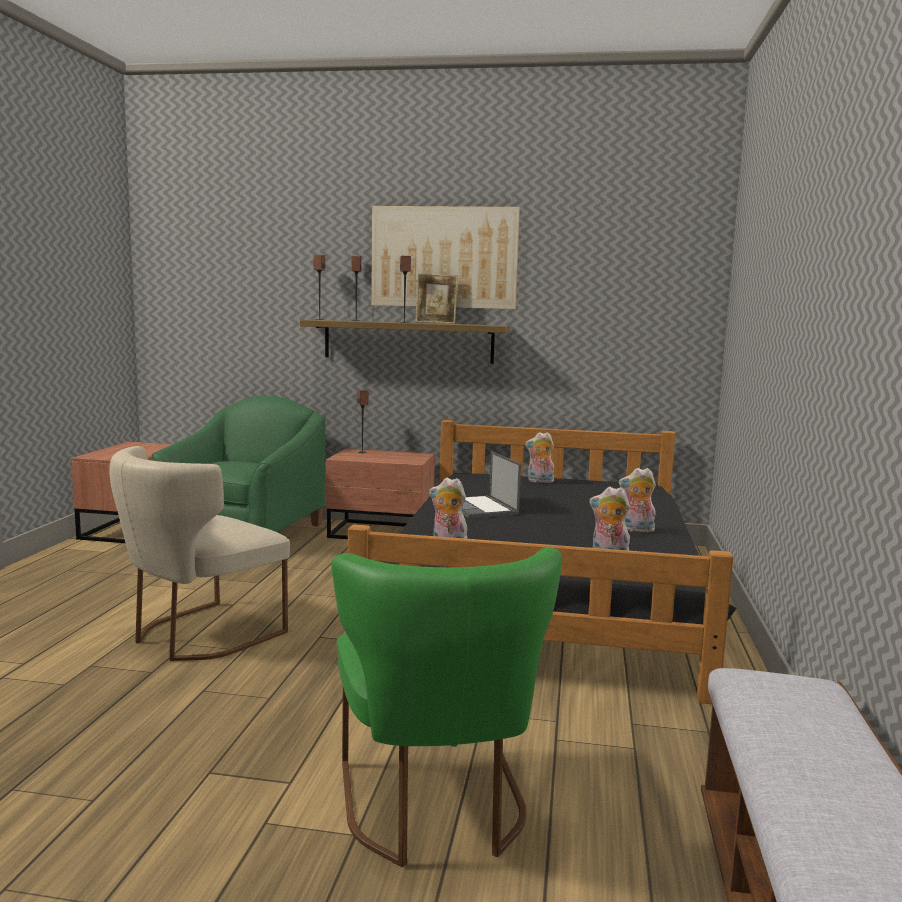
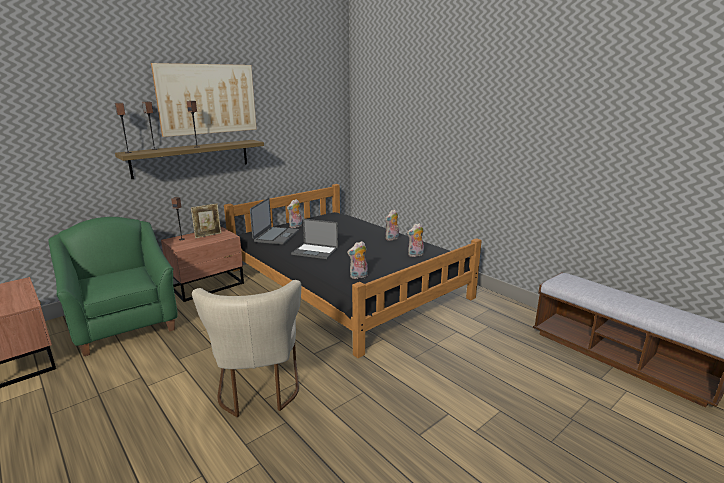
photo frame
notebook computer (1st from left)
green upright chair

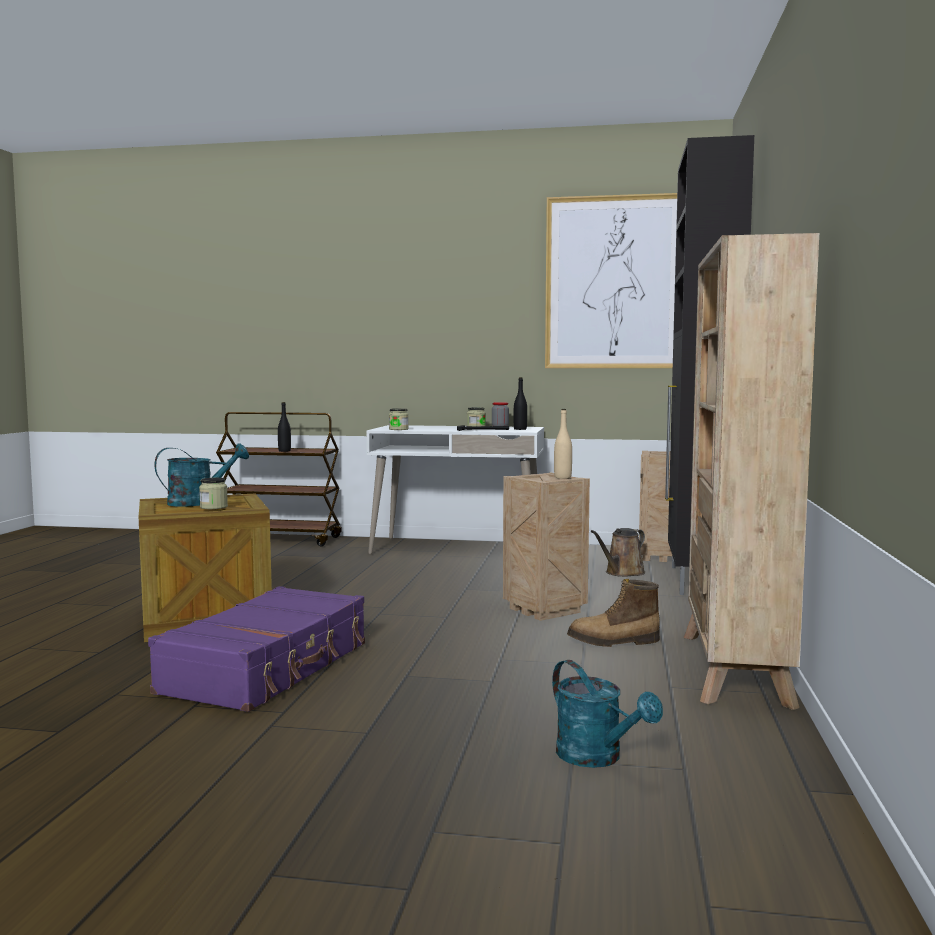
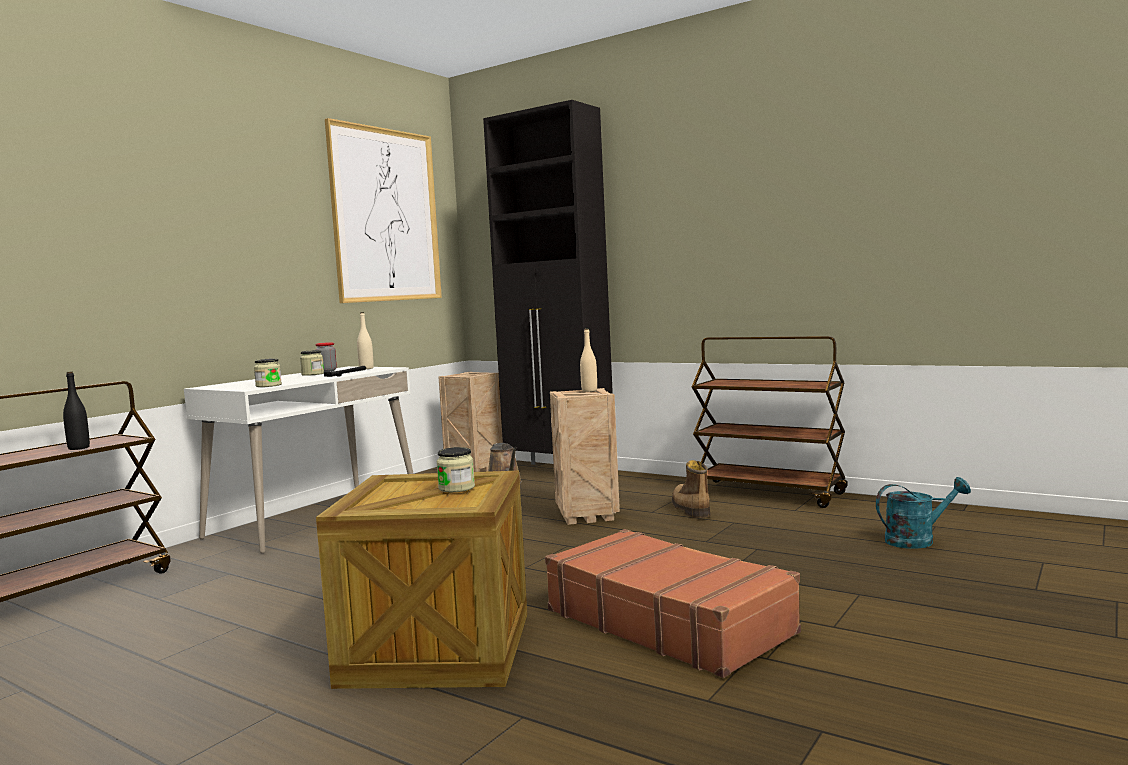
sand-coloured bottle (1st from left)
brown travel case
high-top boot
brown trolley (2nd from left)
blue-green watering can (1st from left in the first image)

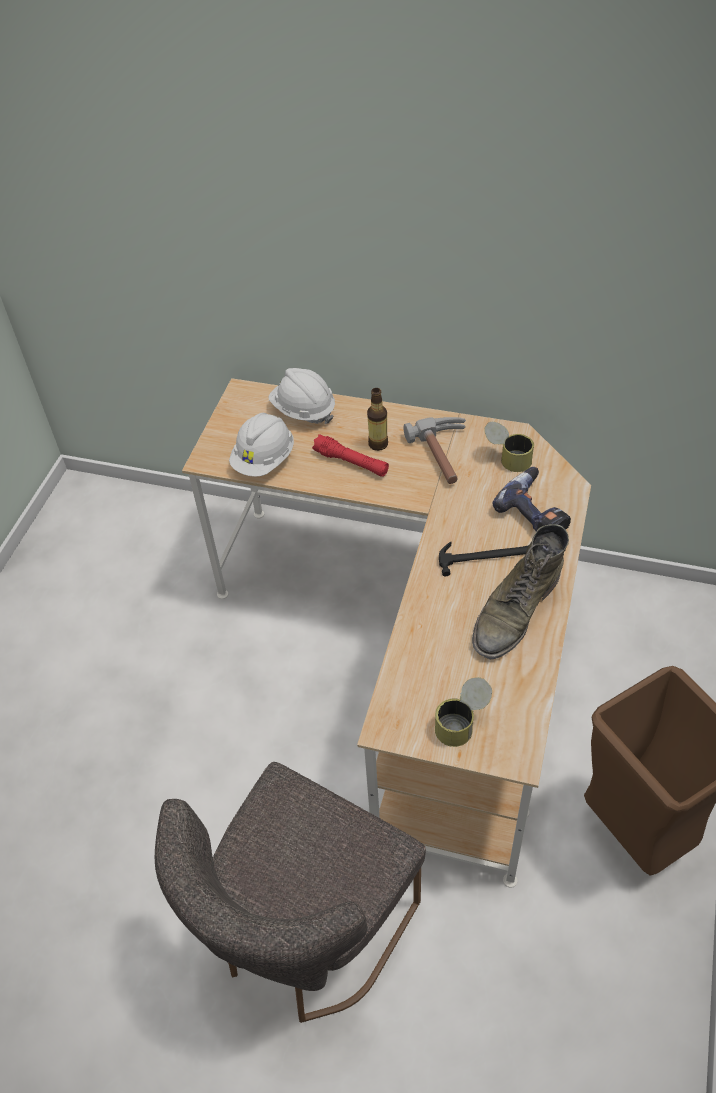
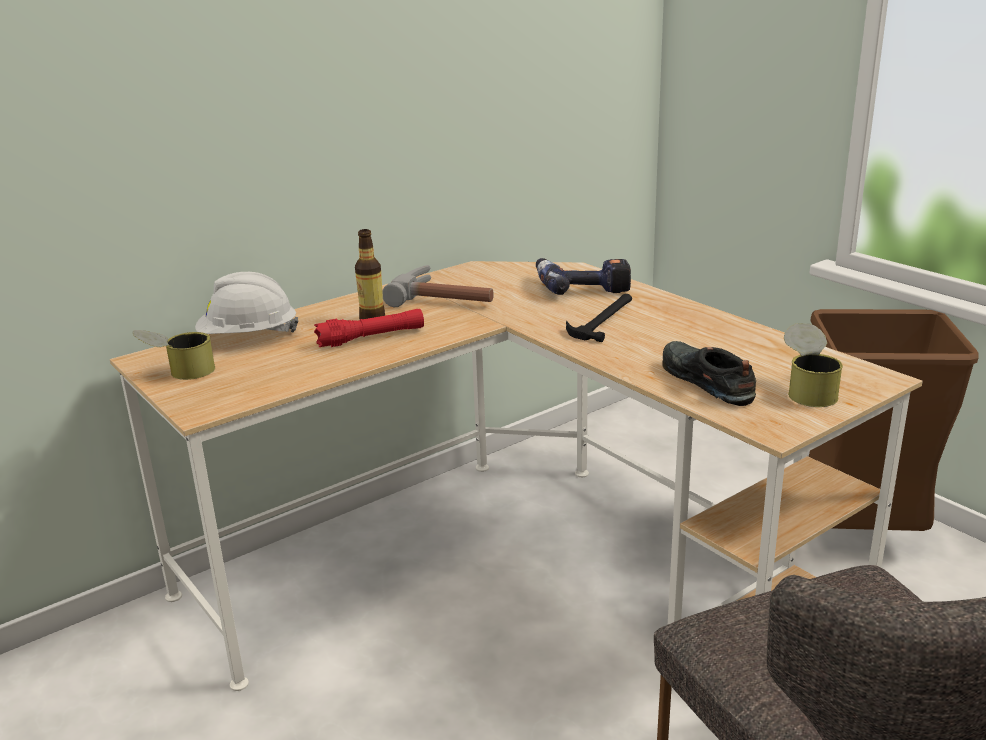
can (1st from left)
blackish low shoe
whitish safety helmet (1st from left in the first image)
green high-top boot

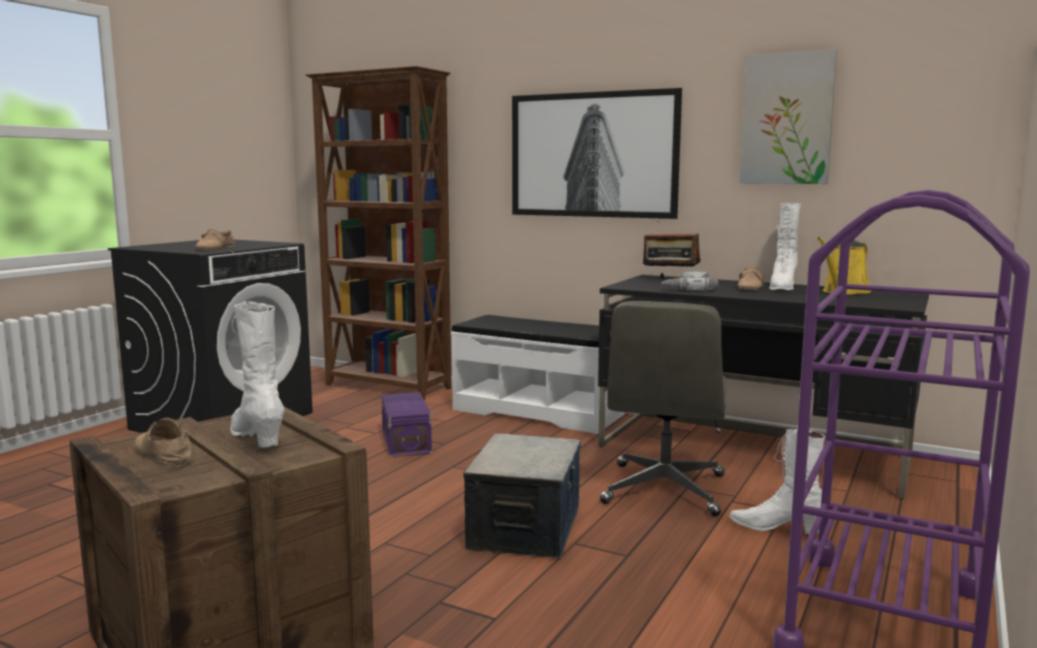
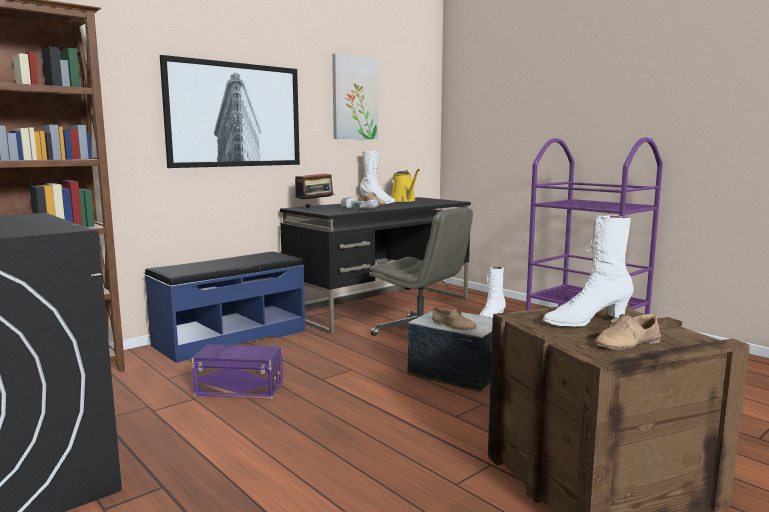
blue bench
sand-coloured low shoe (2nd from left)

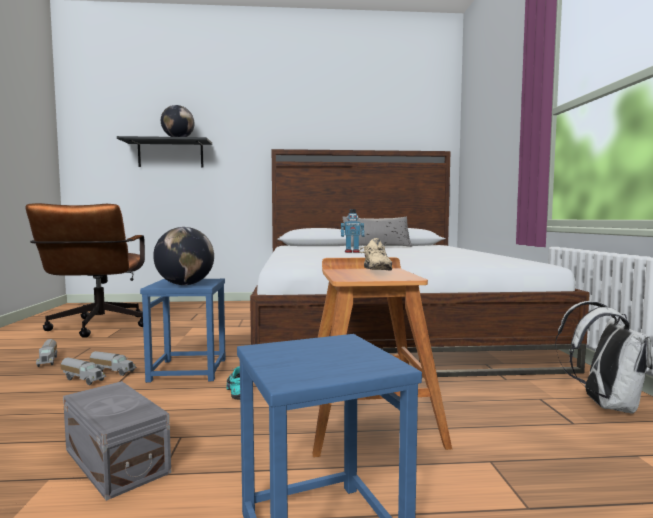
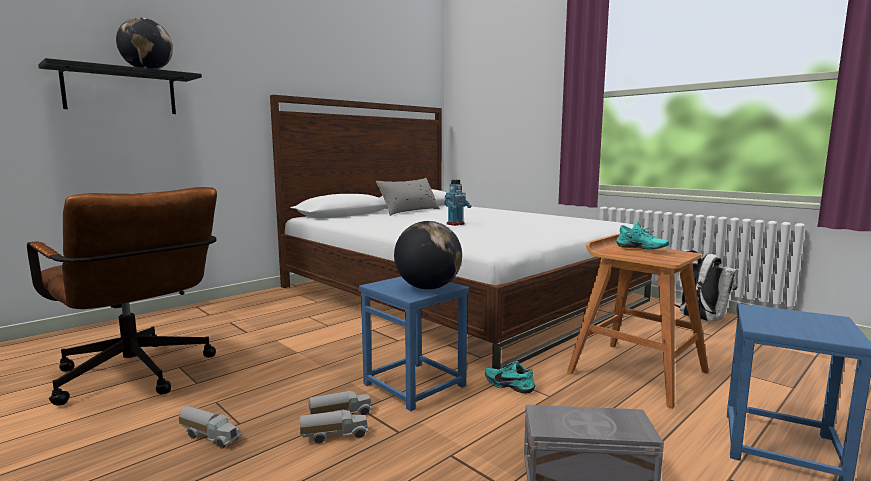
blue-green low shoe (2nd from left)

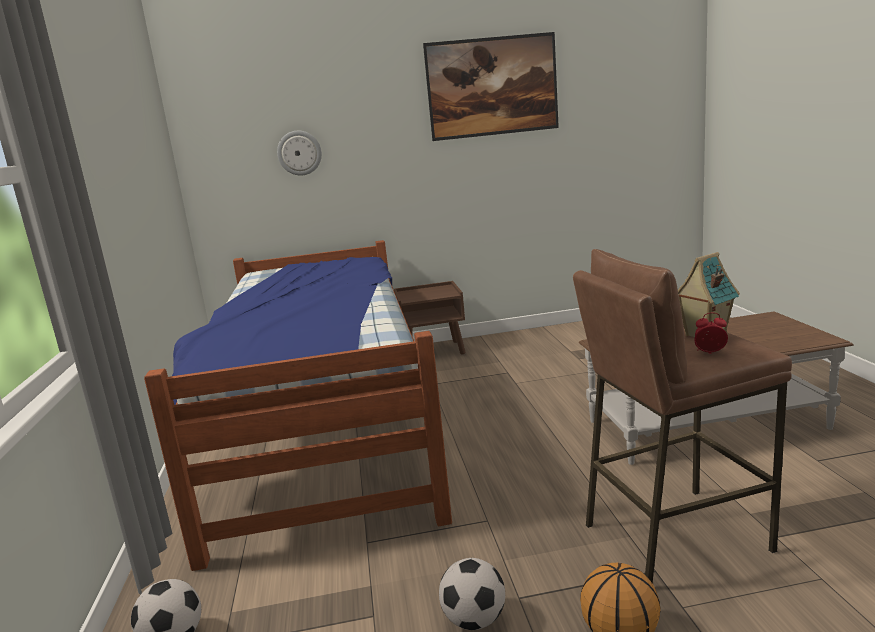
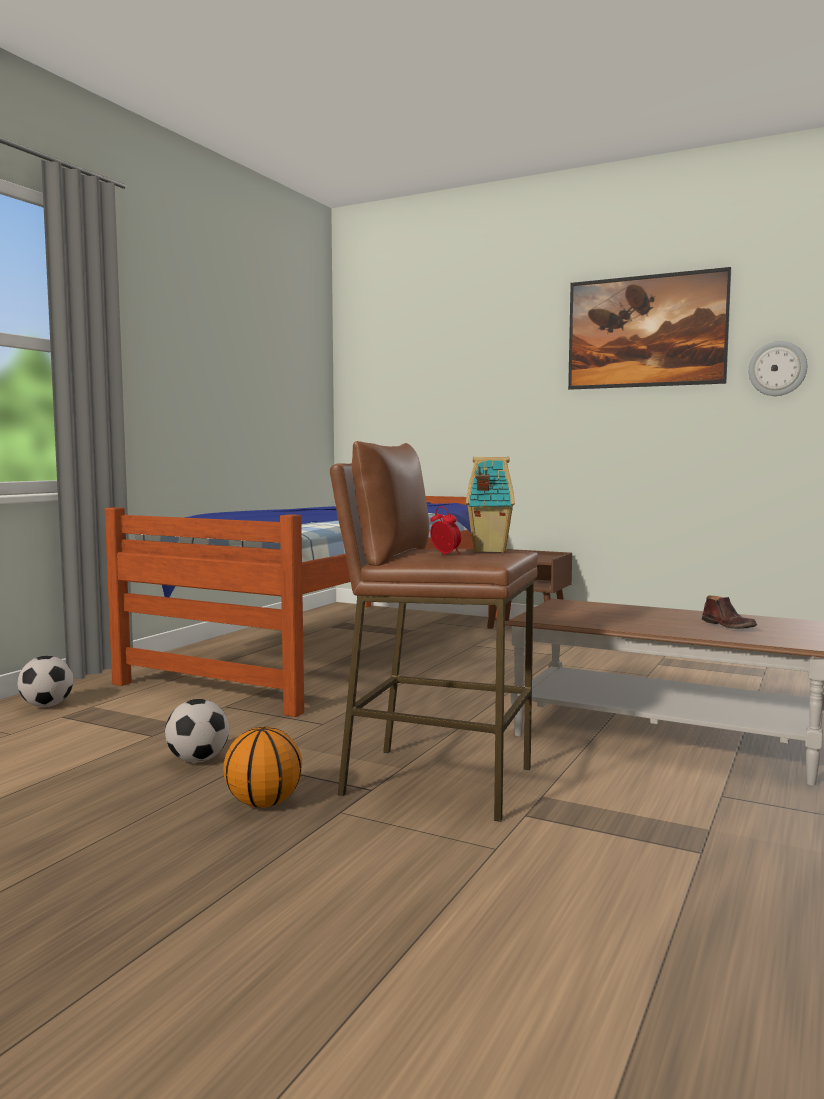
brown low shoe
wall clock

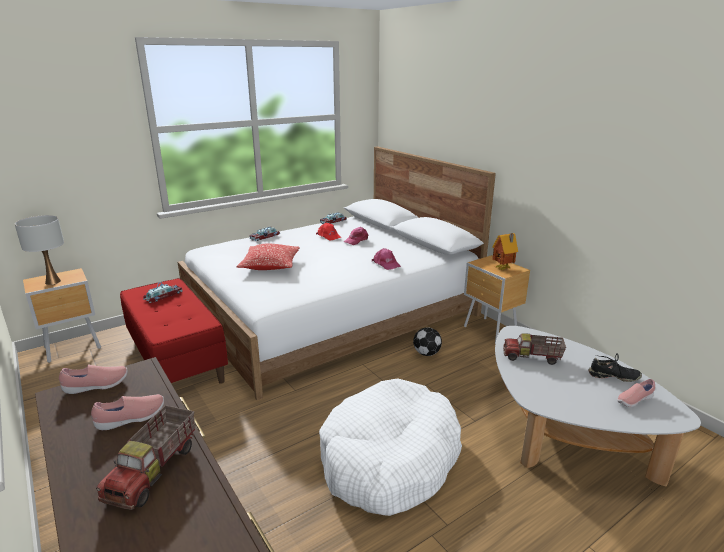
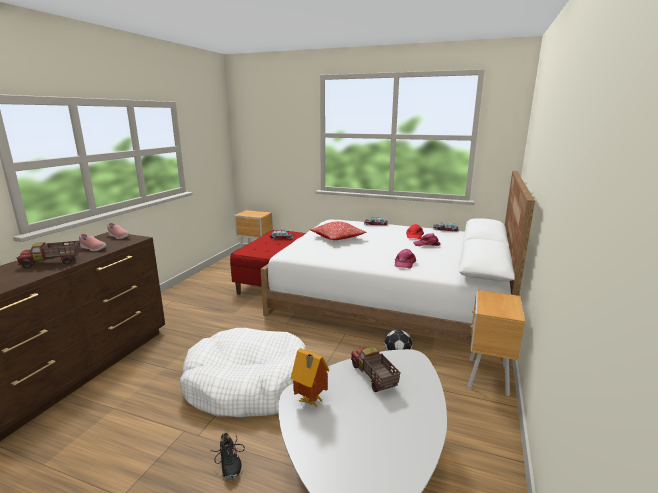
blackish low shoe
model house
whitish table lamp
pink low shoe (3rd from left in the first image)

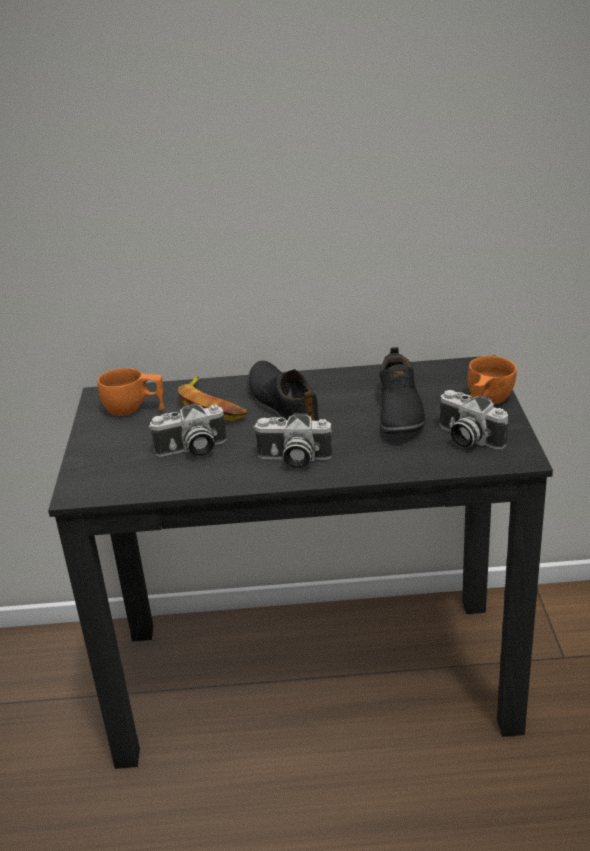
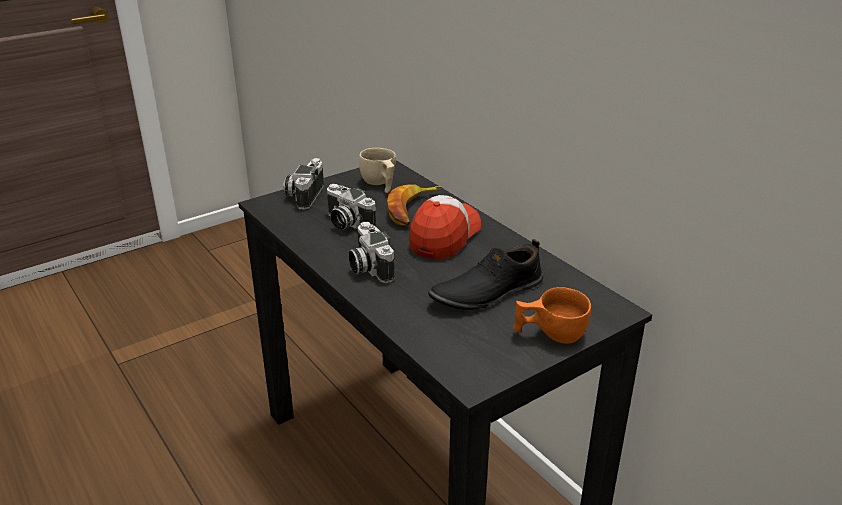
photo camera (1st from left)
sand-coloured drinking cup
cap

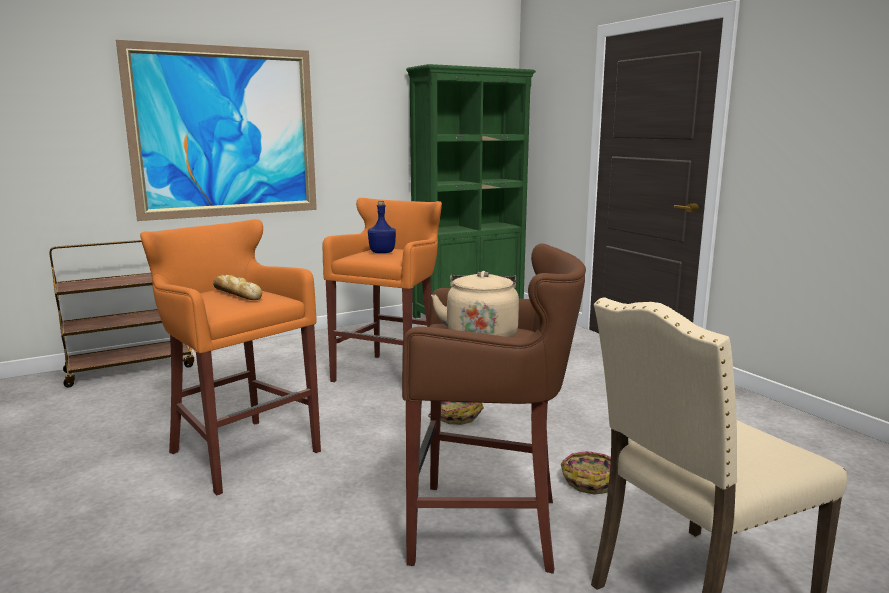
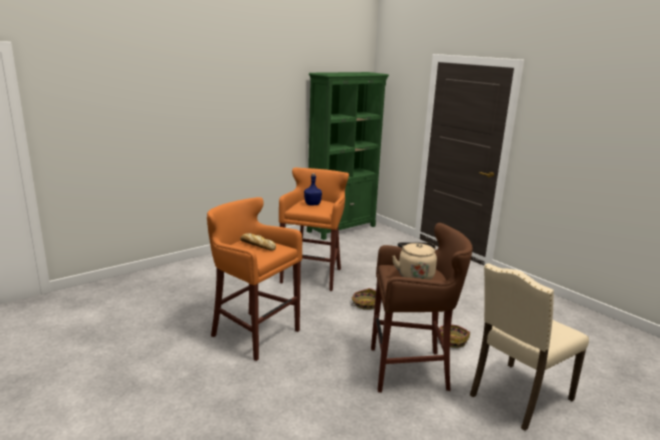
brown trolley
wall picture

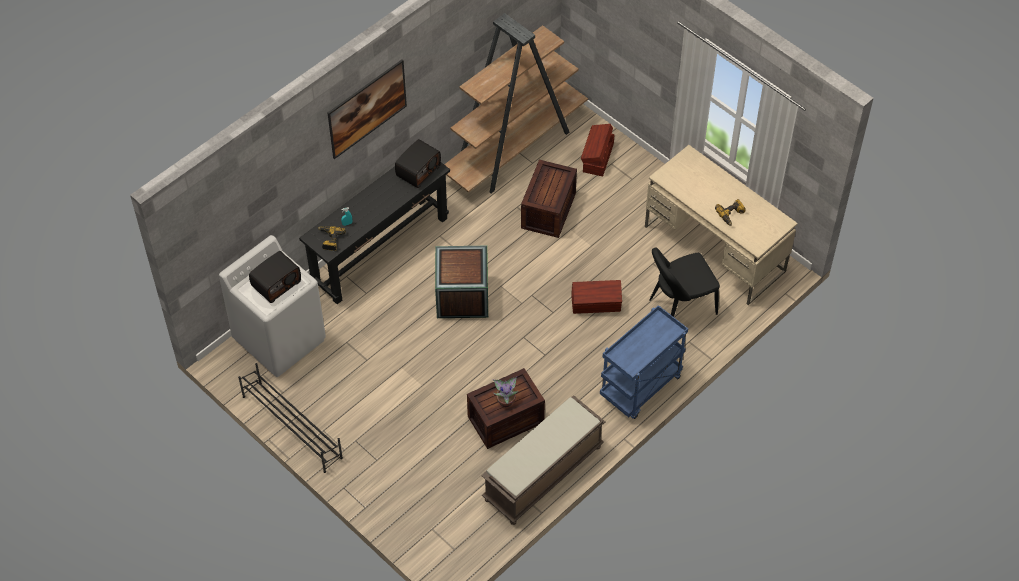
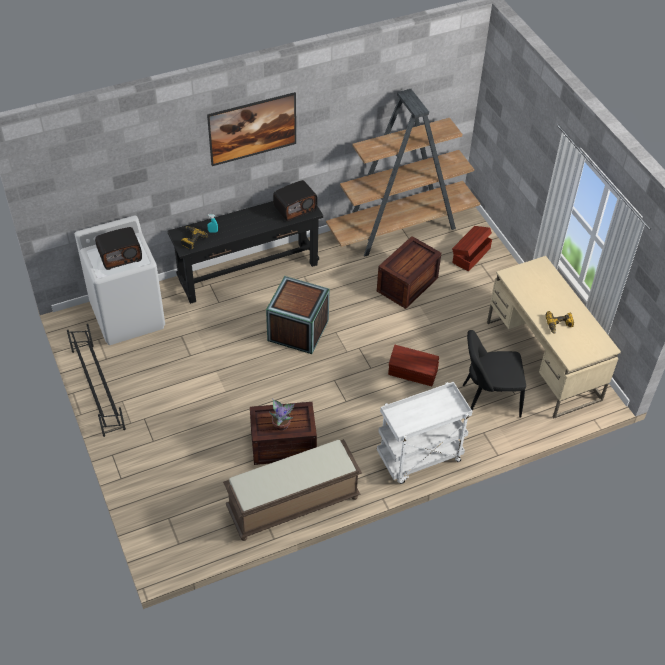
whitish trolley

